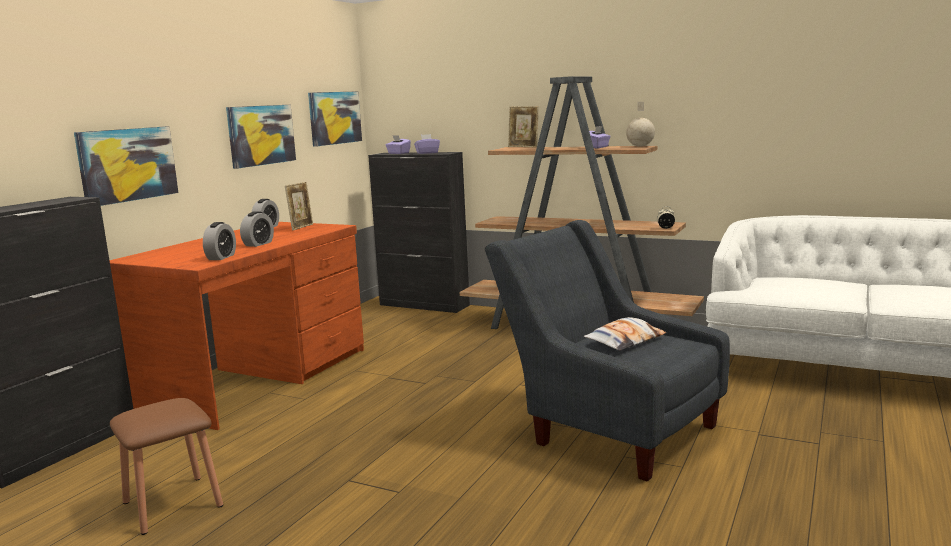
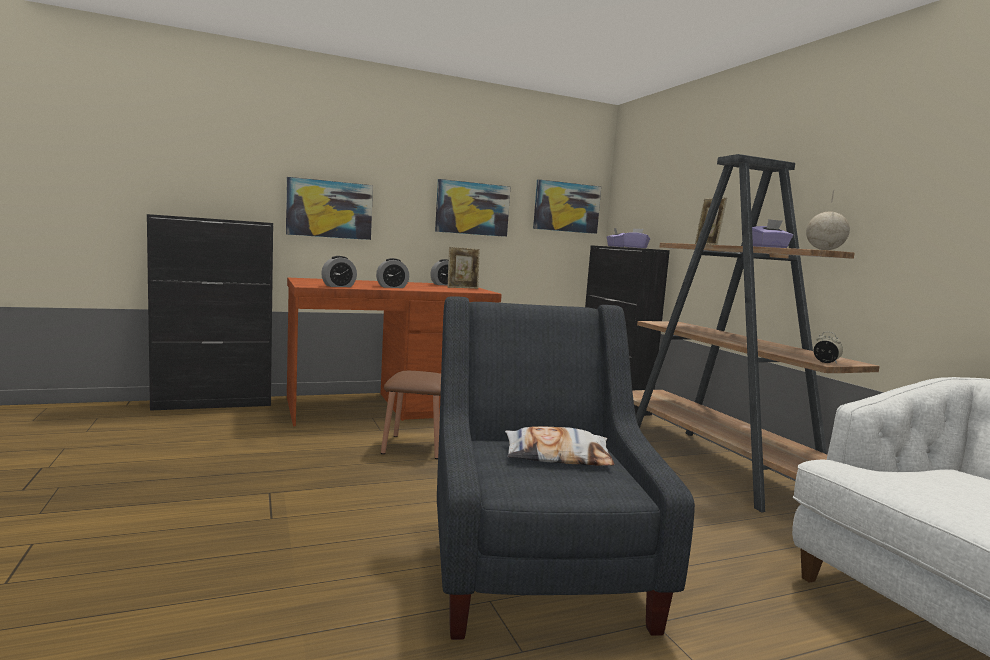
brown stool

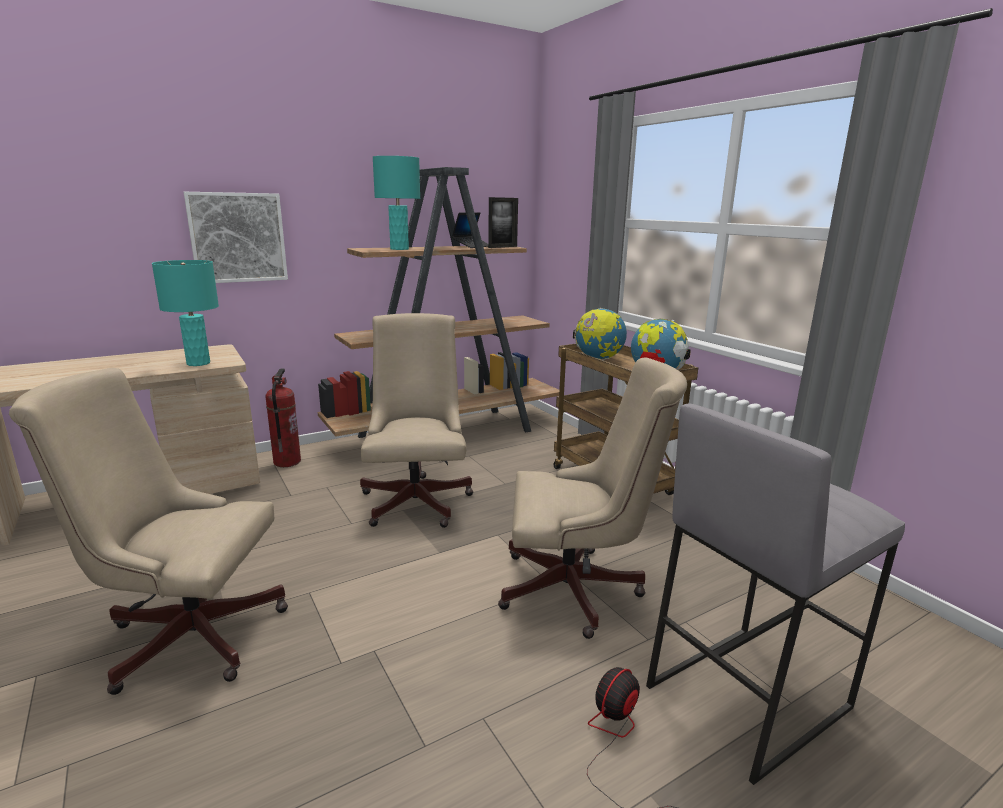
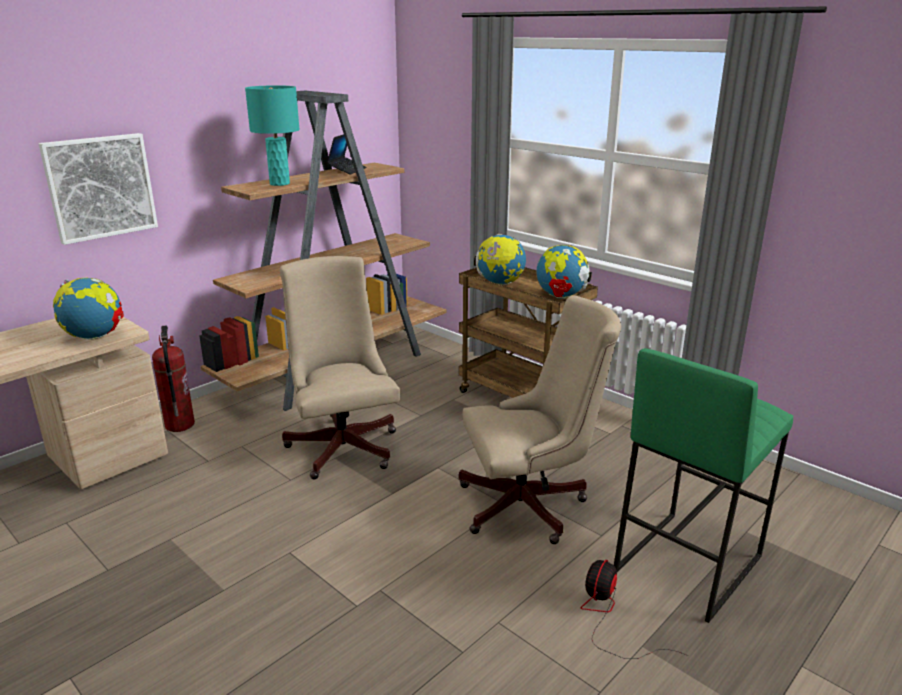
world globe (1st from left)
green stool
sand-coloured computer chair (1st from left in the first image)
photo frame

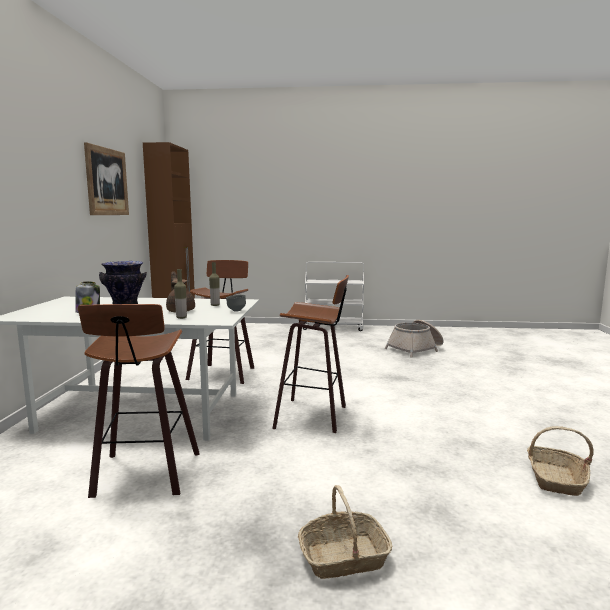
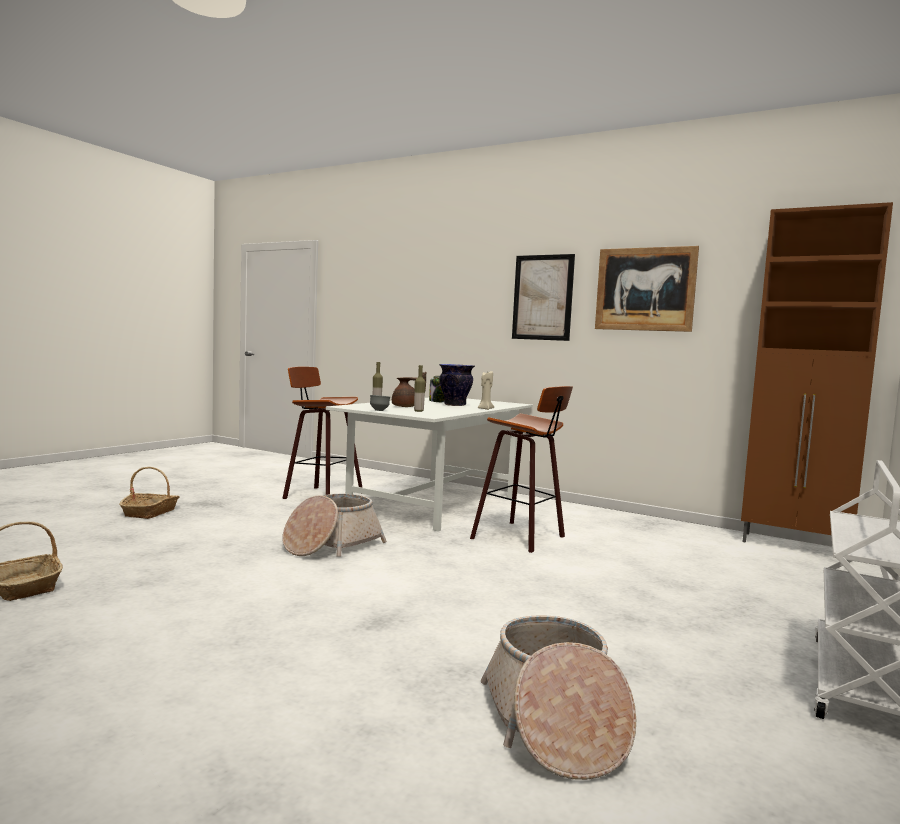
storage basket (3rd from left)
sand-coloured wax candle
wall picture (1st from left)

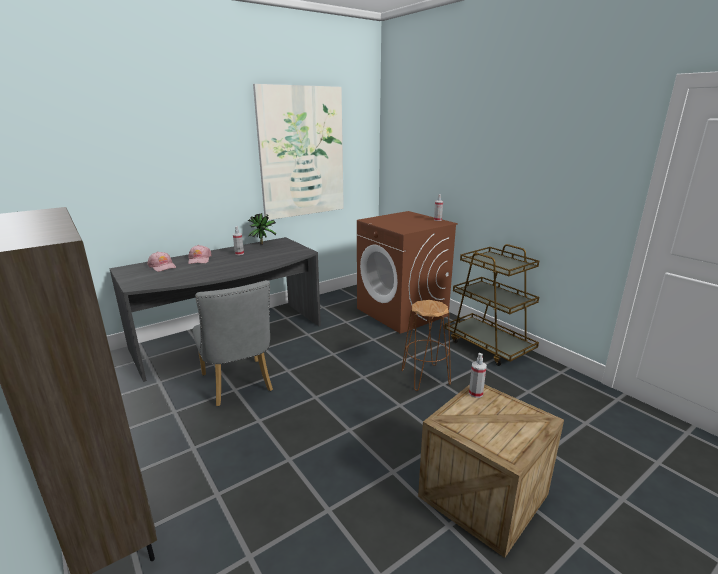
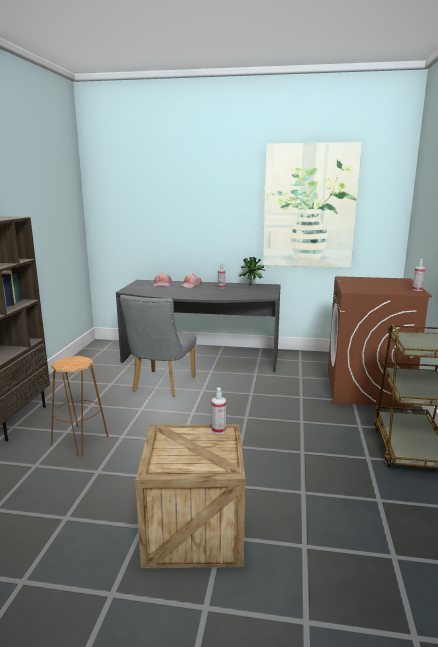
brown stool

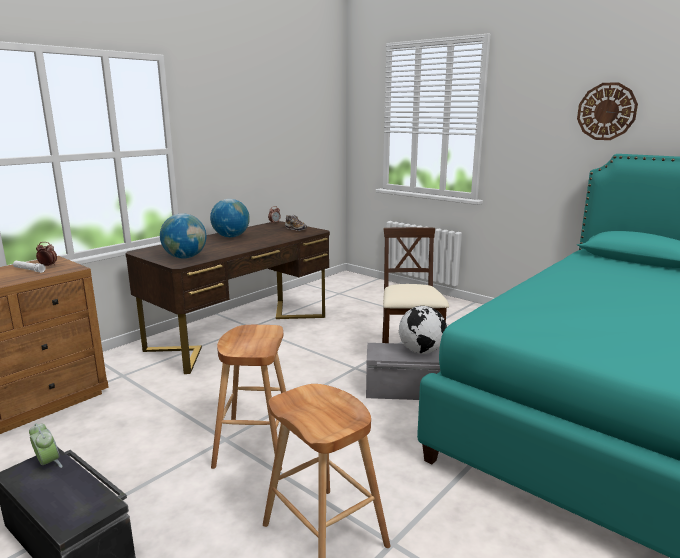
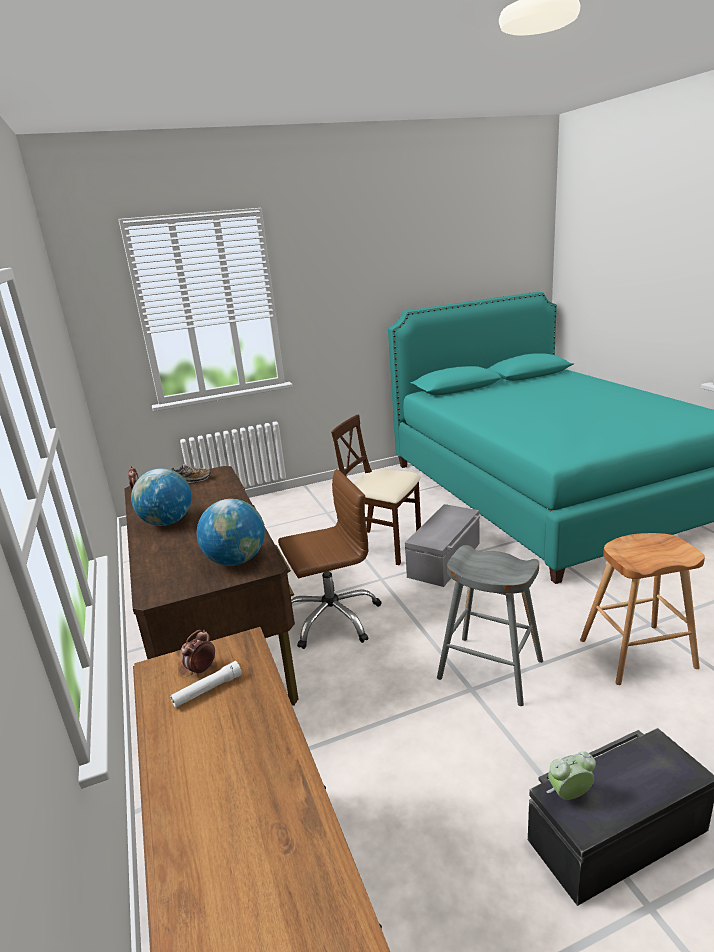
brown computer chair
gray stool
world globe (3rd from left in the first image)
wall clock

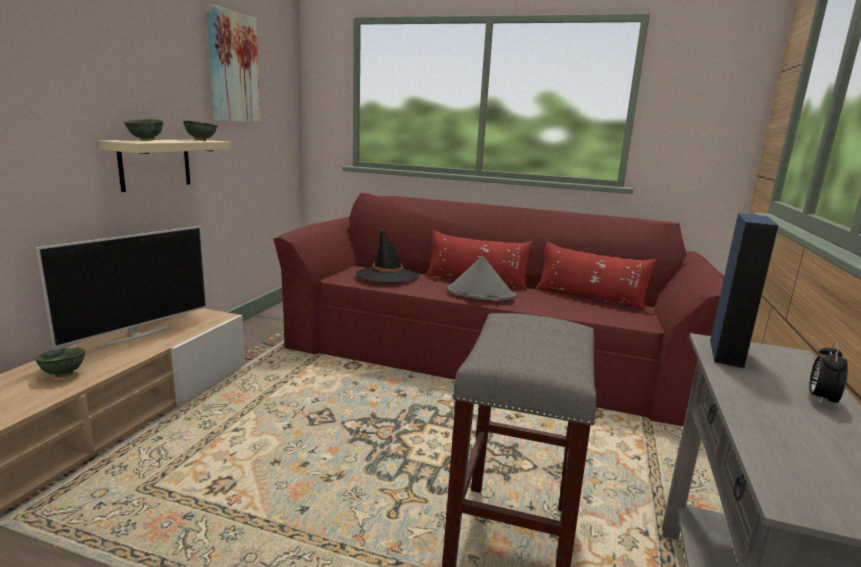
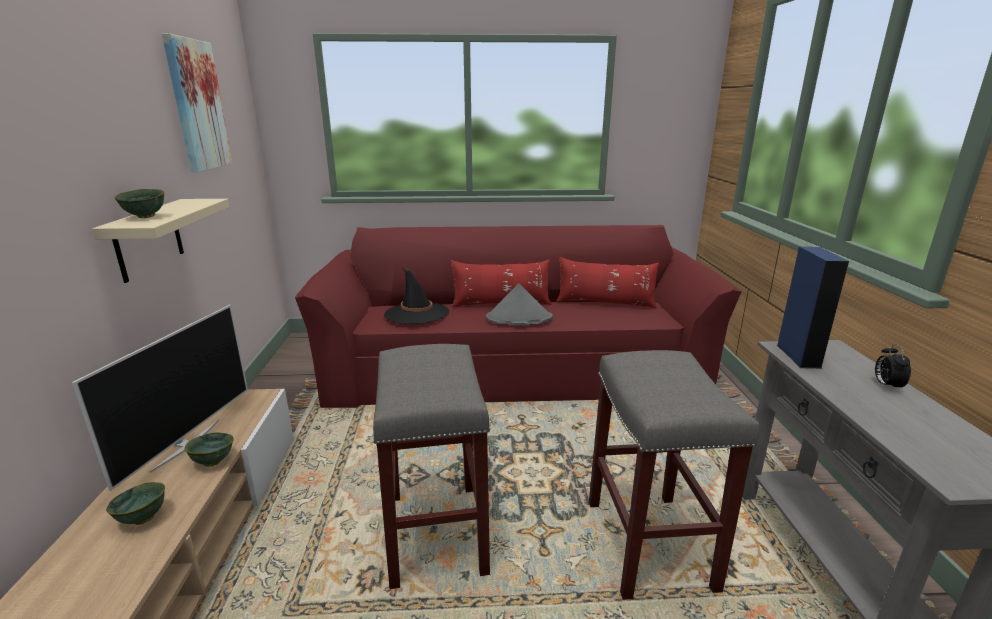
green bowl (3rd from left)
gray stool (1st from left)

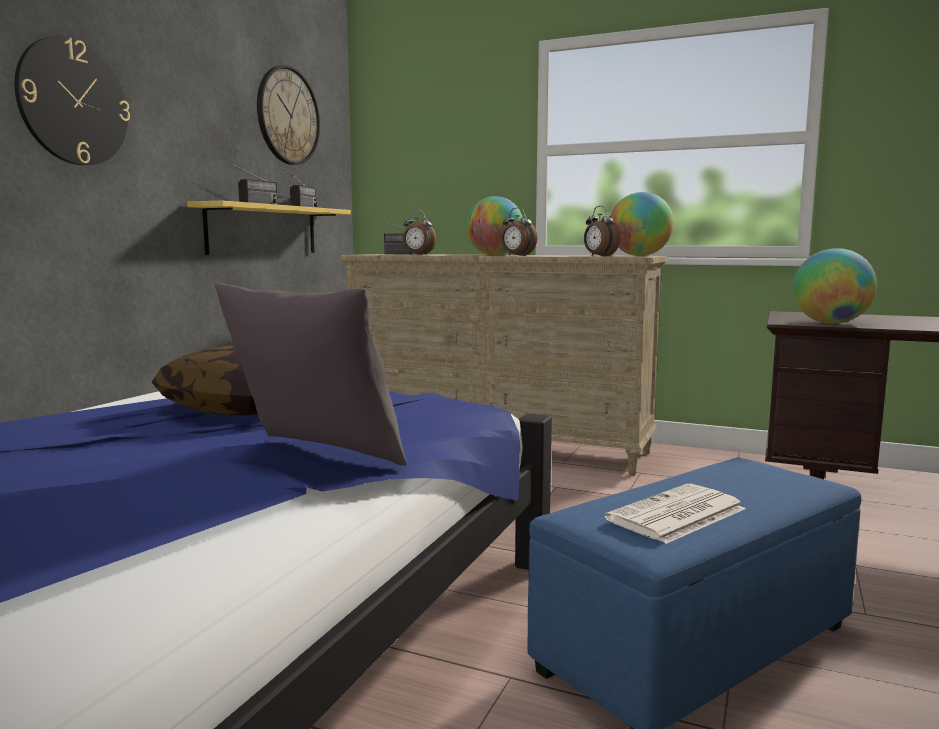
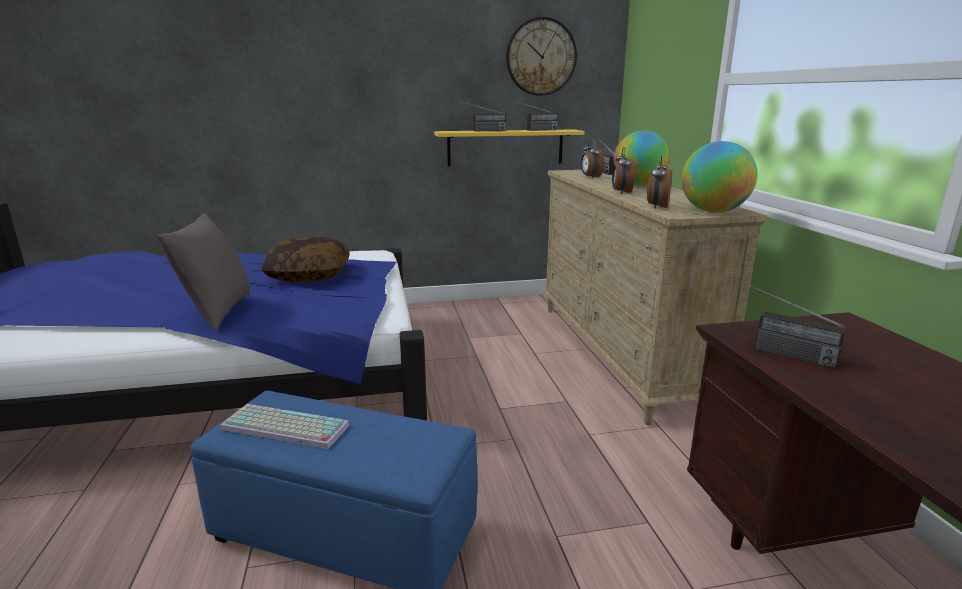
computer keyboard
radio (4th from left)
wall clock (1st from left in the first image)

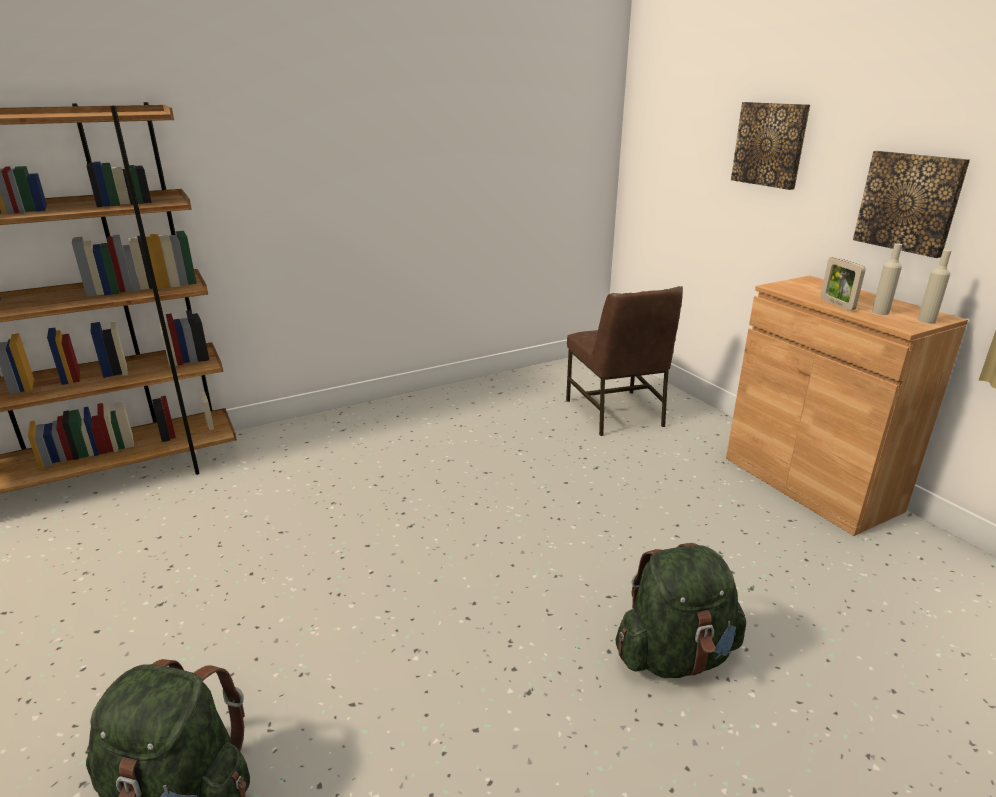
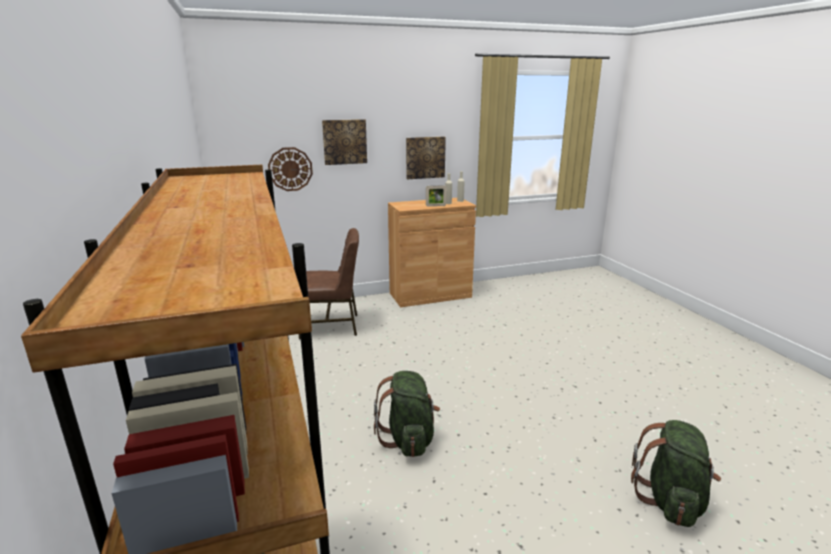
wall clock
green knapsack (1st from left)

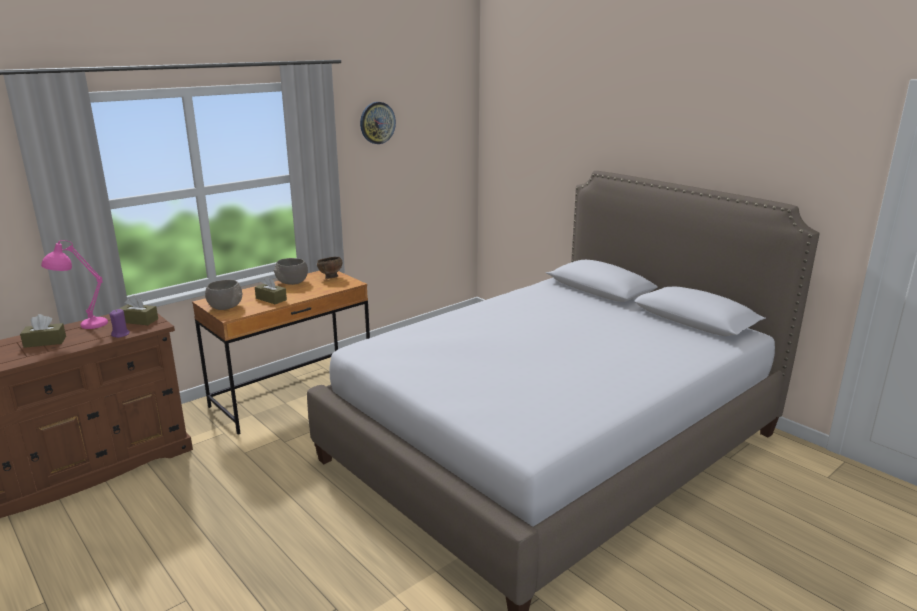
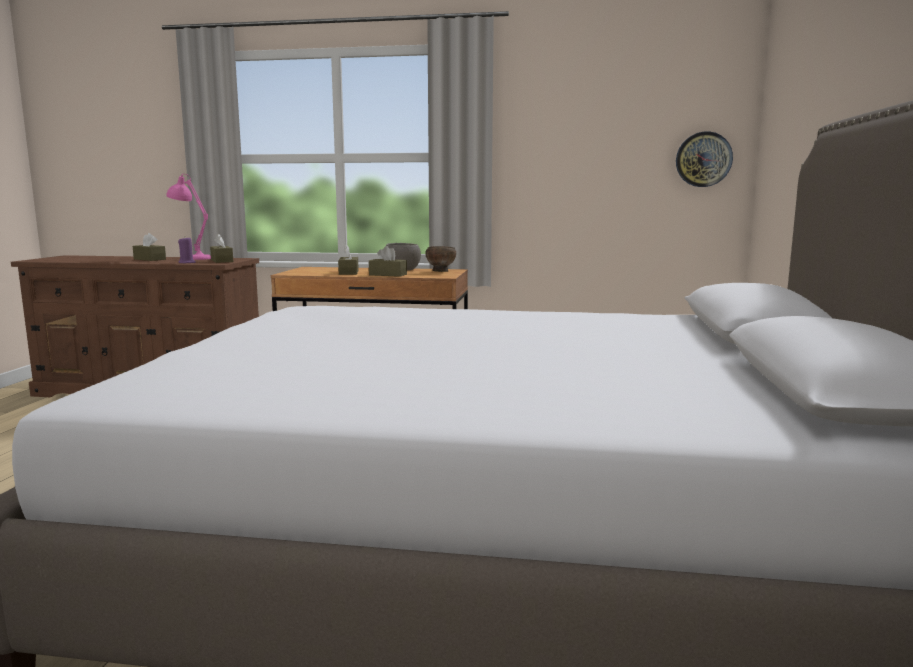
brown tissue box (4th from left)
wall clock
gray bowl (1st from left in the first image)

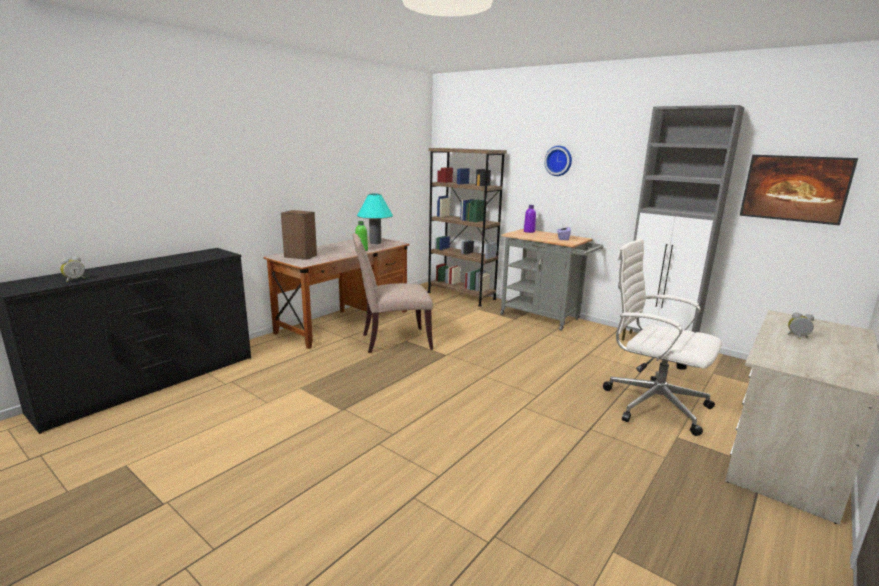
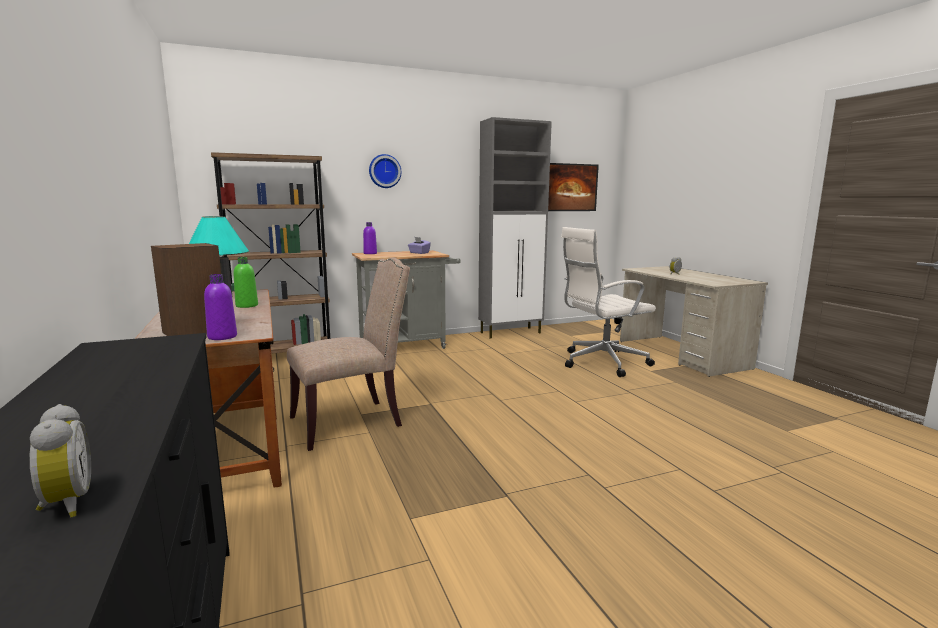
purple bottle (1st from left)
sand-coloured upright chair

